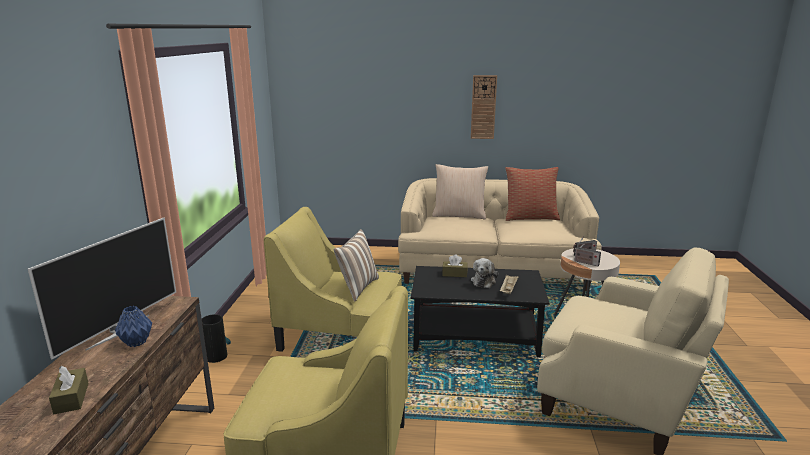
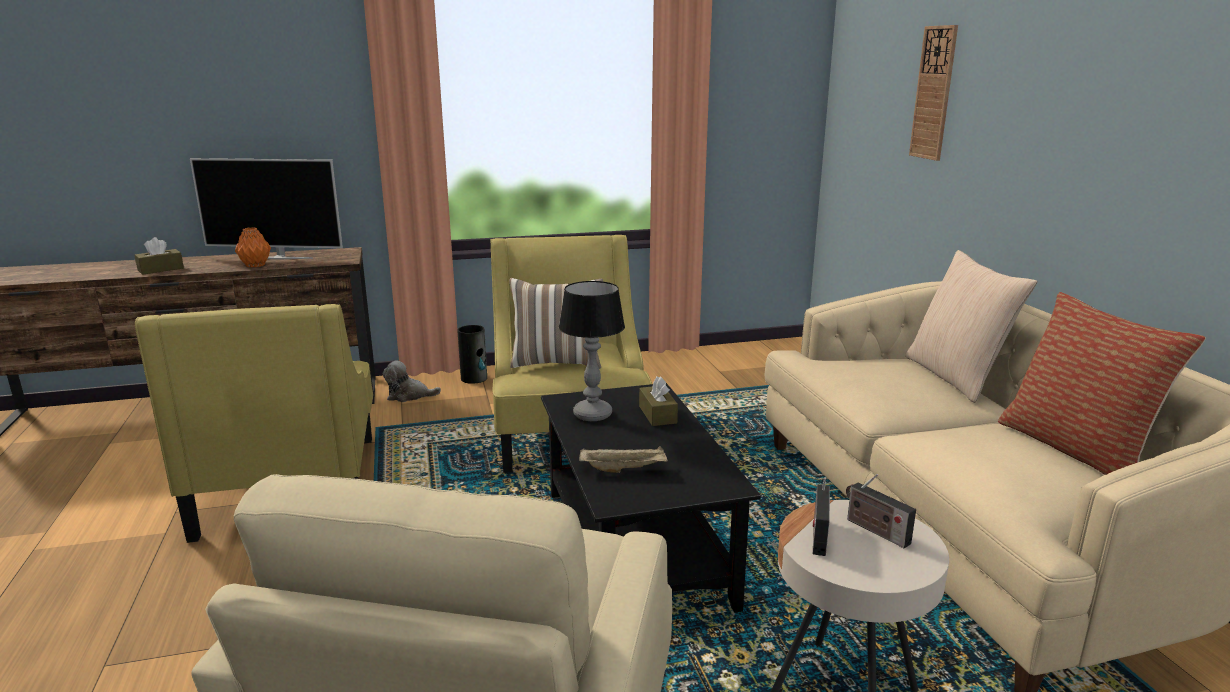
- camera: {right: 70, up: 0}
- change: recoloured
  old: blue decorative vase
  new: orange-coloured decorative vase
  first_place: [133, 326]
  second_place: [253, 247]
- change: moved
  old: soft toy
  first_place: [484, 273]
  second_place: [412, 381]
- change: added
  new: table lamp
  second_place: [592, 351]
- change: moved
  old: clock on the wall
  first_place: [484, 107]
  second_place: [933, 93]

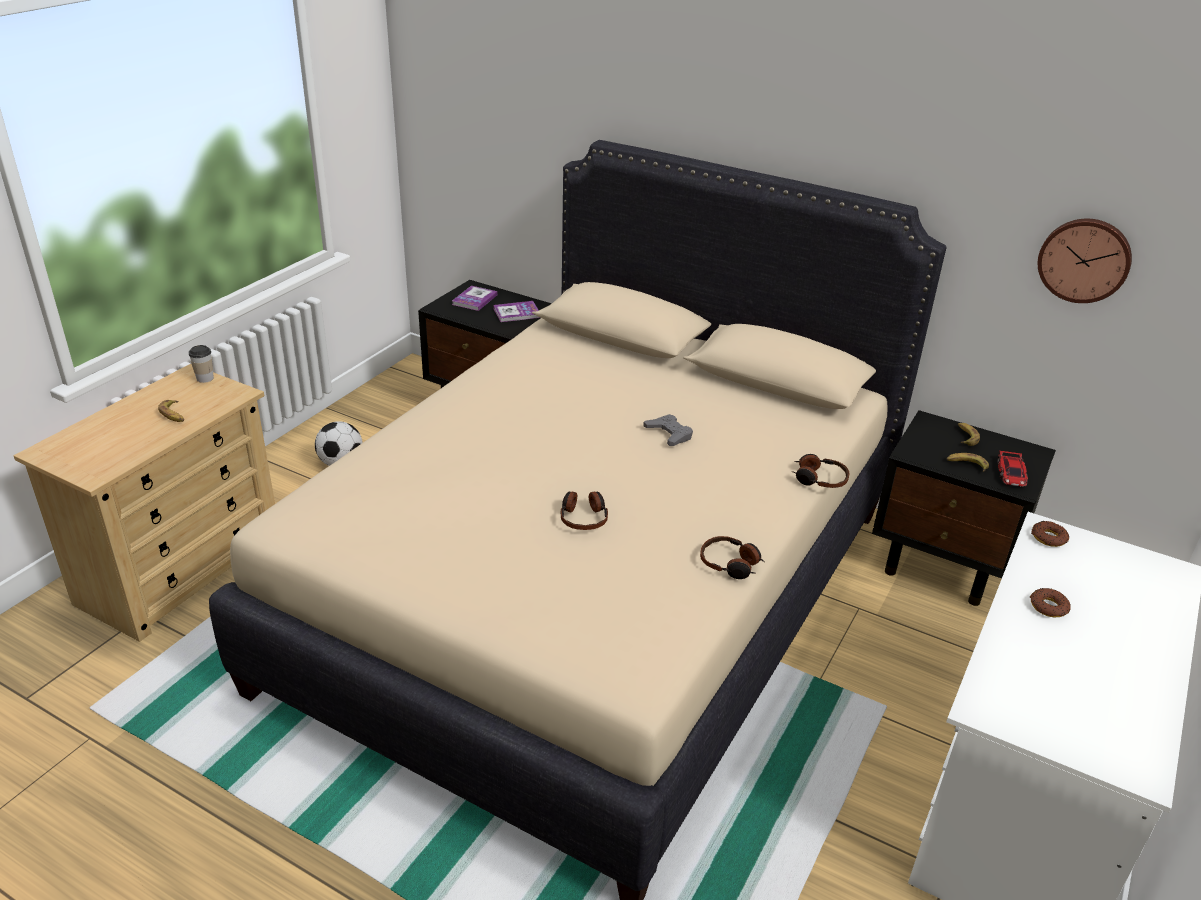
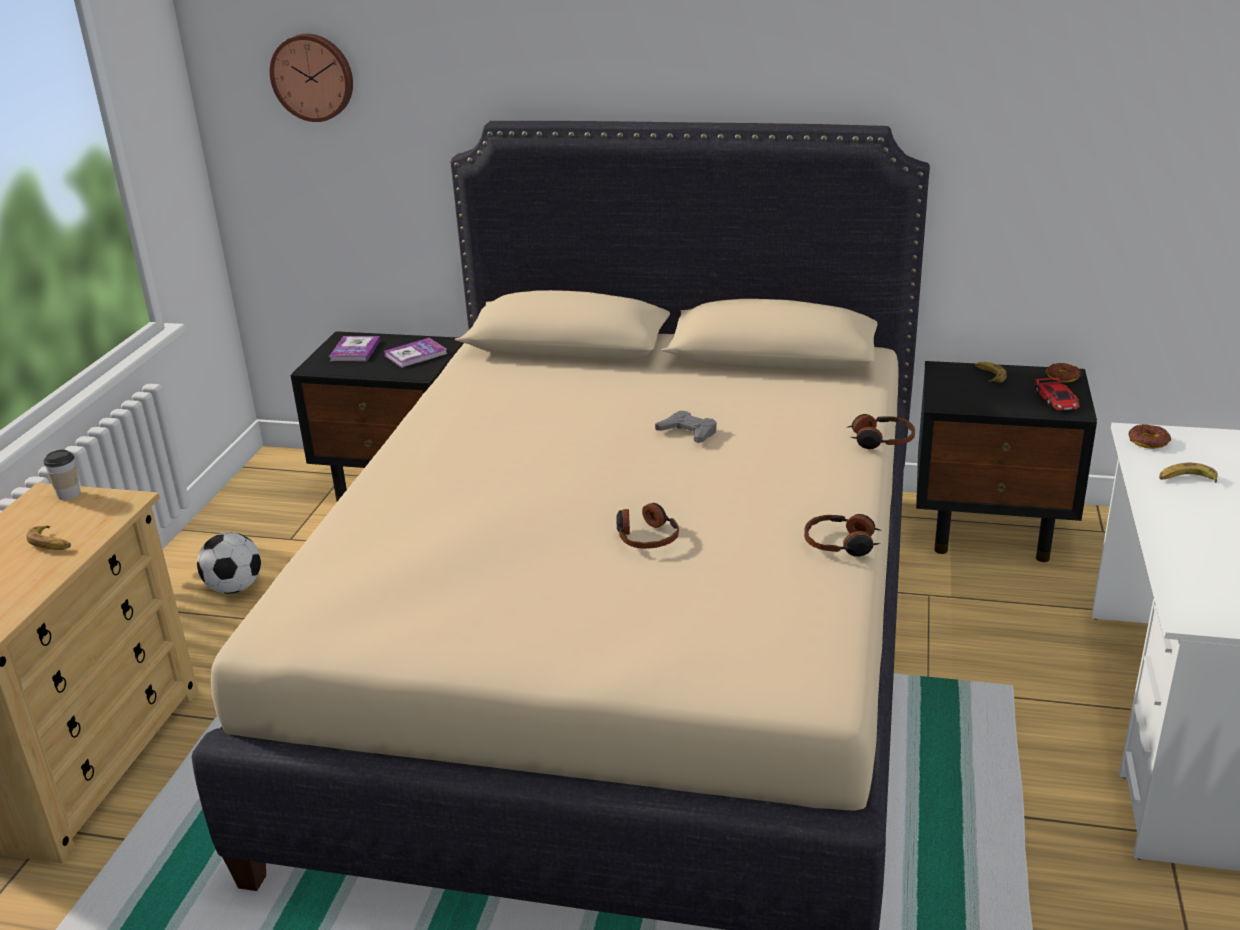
- camera: {right: -15, up: -5}
- change: moved
  old: clock on the wall
  first_place: [1085, 261]
  second_place: [311, 78]
- change: moved
  old: donut
  first_place: [1050, 603]
  second_place: [1063, 372]
- change: moved
  old: whole banana
  first_place: [968, 462]
  second_place: [1188, 473]

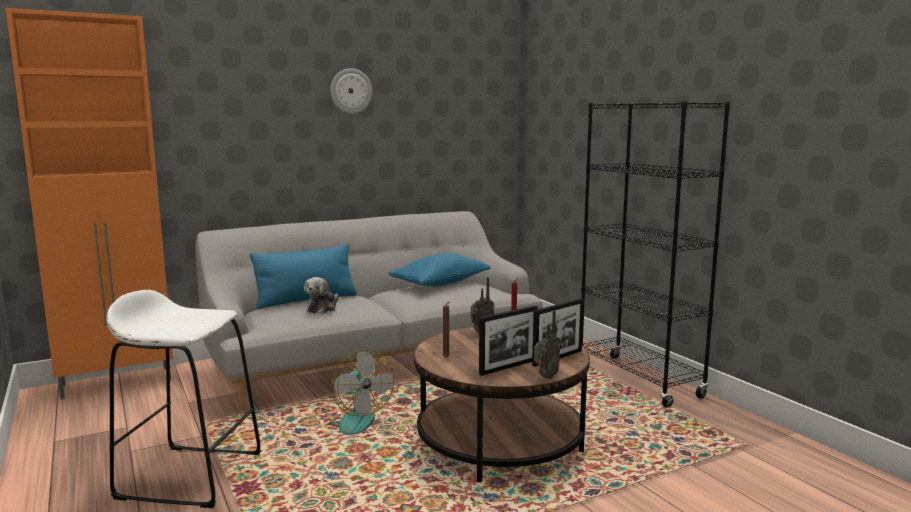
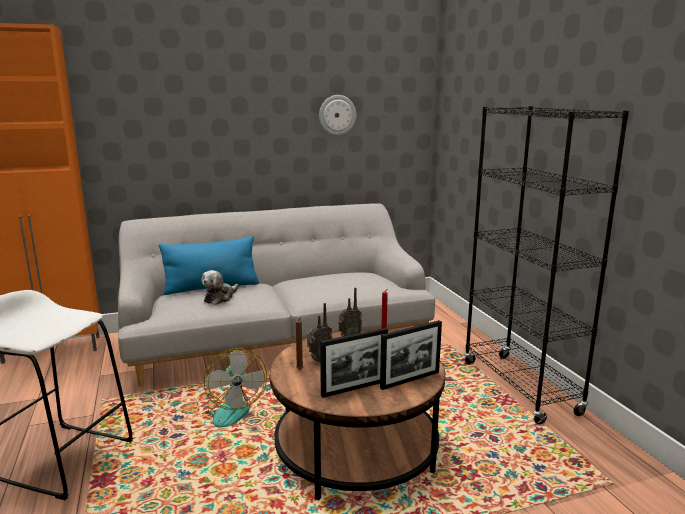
- camera: {right: 10, up: 5}
- change: moved
  old: radio set
  first_place: [547, 344]
  second_place: [319, 332]
- change: moved
  old: clock on the wall
  first_place: [351, 91]
  second_place: [337, 115]
- change: removed
  old: blue pillow
  first_place: [440, 270]

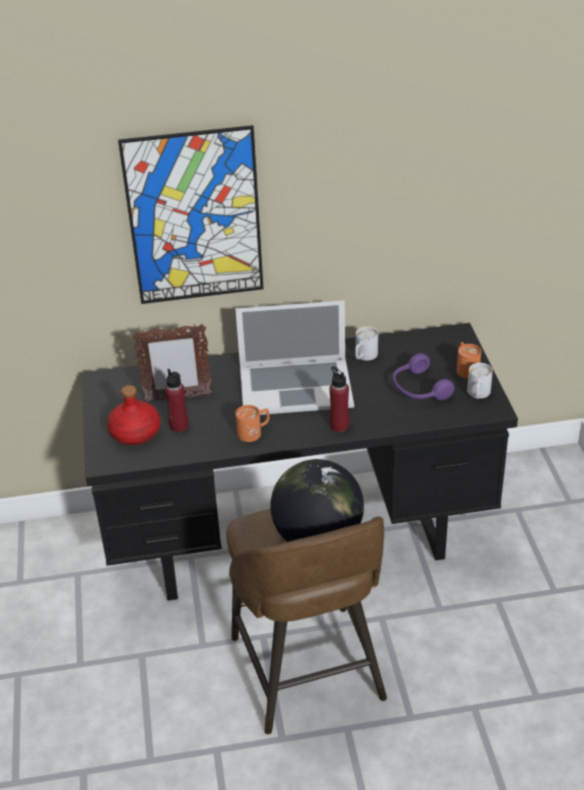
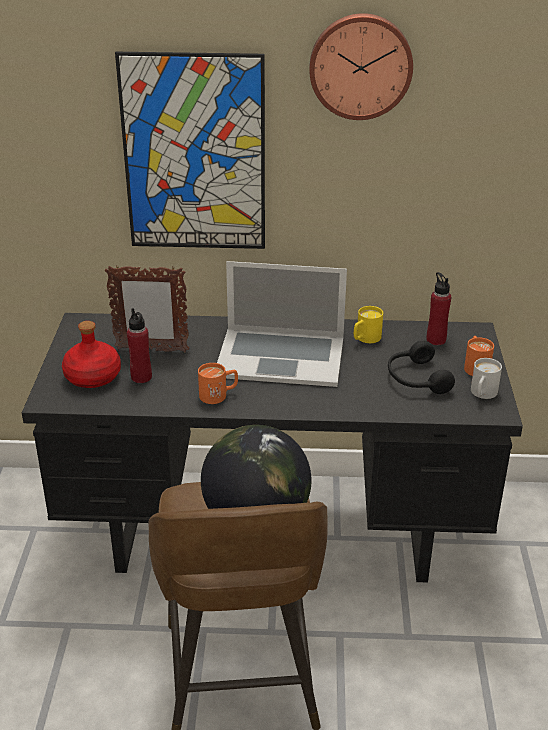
- camera: {right: 10, up: -5}
- change: added
  new: clock on the wall
  second_place: [361, 66]
- change: recoloured
  old: white-coloured tea mug
  new: yellow-coloured tea mug
  first_place: [366, 343]
  second_place: [368, 324]
- change: recoloured
  old: purplish headphones
  new: blackish headphones
  first_place: [423, 376]
  second_place: [421, 367]
- change: moved
  old: red-coloured drink bottle
  first_place: [339, 399]
  second_place: [439, 308]

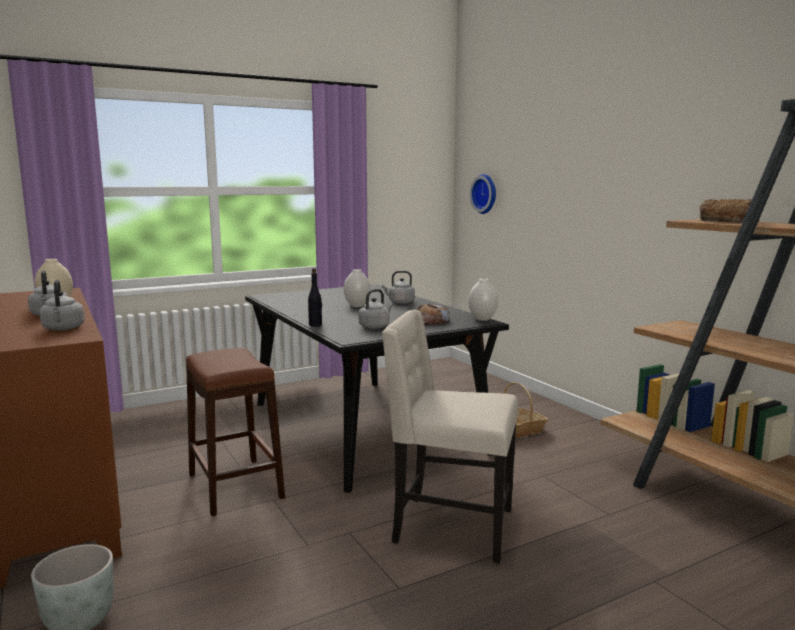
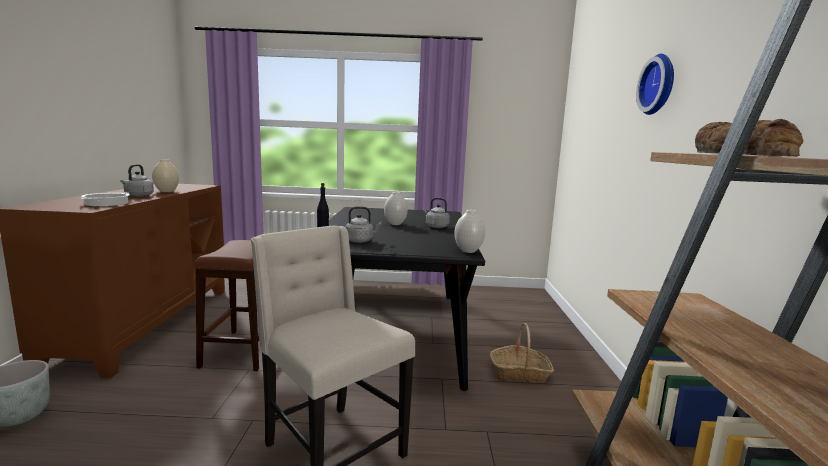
- camera: {right: 30, up: 0}
- change: replaced
  old: grey water kettle
  new: cooking pot
  first_place: [62, 305]
  second_place: [105, 199]
- change: moved
  old: clock on the wall
  first_place: [483, 194]
  second_place: [655, 84]
- change: removed
  old: bread
  first_place: [433, 314]

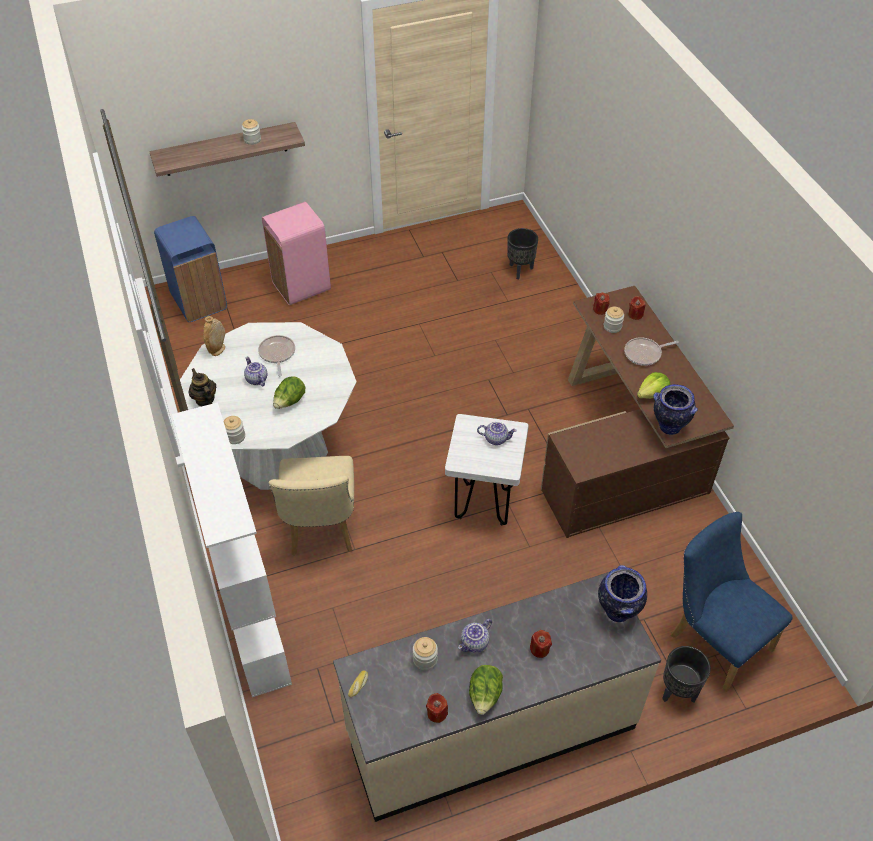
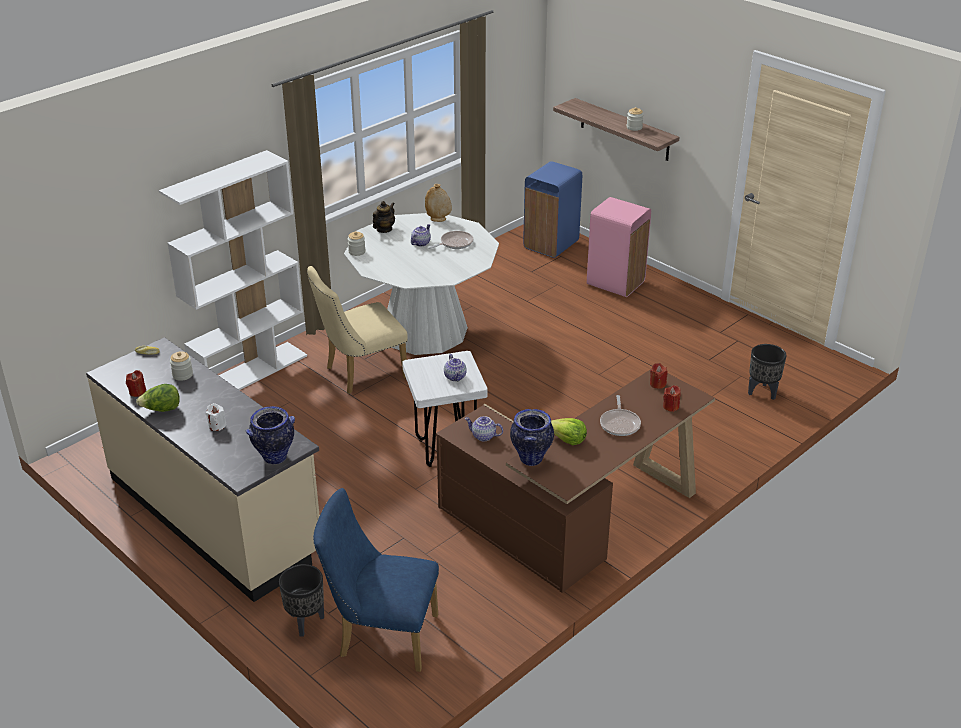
- camera: {right: 65, up: -15}
- change: recoloured
  old: red-coloured wax candle
  new: white-coloured wax candle
  first_place: [541, 644]
  second_place: [216, 417]
- change: turned
  old: blue chair
  first_place: [732, 602]
  second_place: [376, 580]
  degrees: -105
- change: moved
  old: pot for tea
  first_place: [475, 636]
  second_place: [484, 428]
- change: turned
  old: skillet
  first_place: [651, 351]
  second_place: [620, 415]
  degrees: -135
- change: removed
  old: head of lettuce
  first_place: [289, 392]
- change: removed
  old: preserve jar
  first_place: [614, 320]

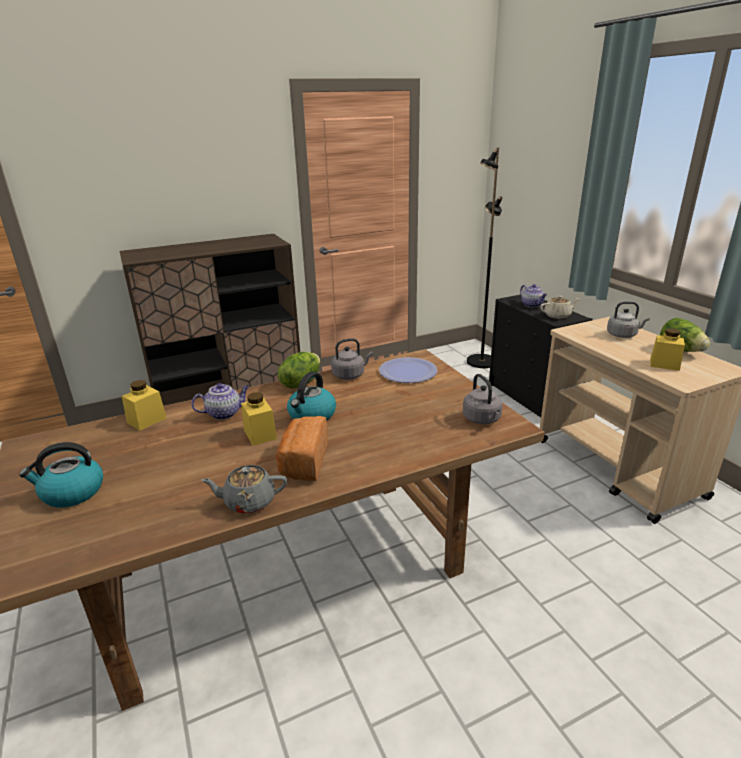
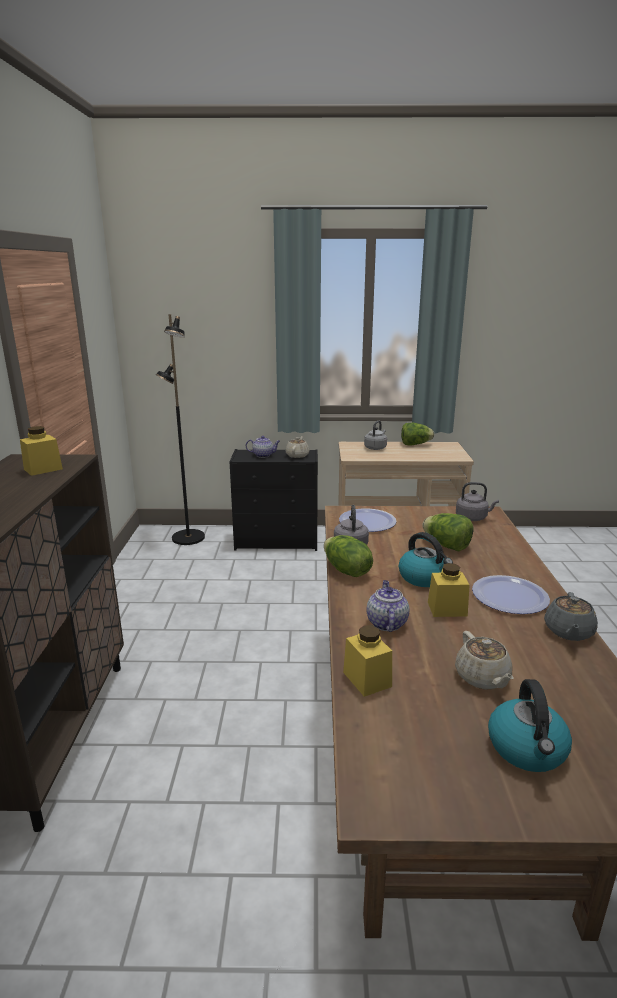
- camera: {right: -65, up: -5}
- change: moved
  old: yellow-coloured preserve jar
  first_place: [667, 350]
  second_place: [41, 451]
- change: added
  new: head of lettuce
  second_place: [447, 532]
- change: added
  new: sand-coloured pot for tea
  second_place: [484, 660]
- change: replaced
  old: bread
  new: dinner plate
  first_place: [302, 448]
  second_place: [511, 594]

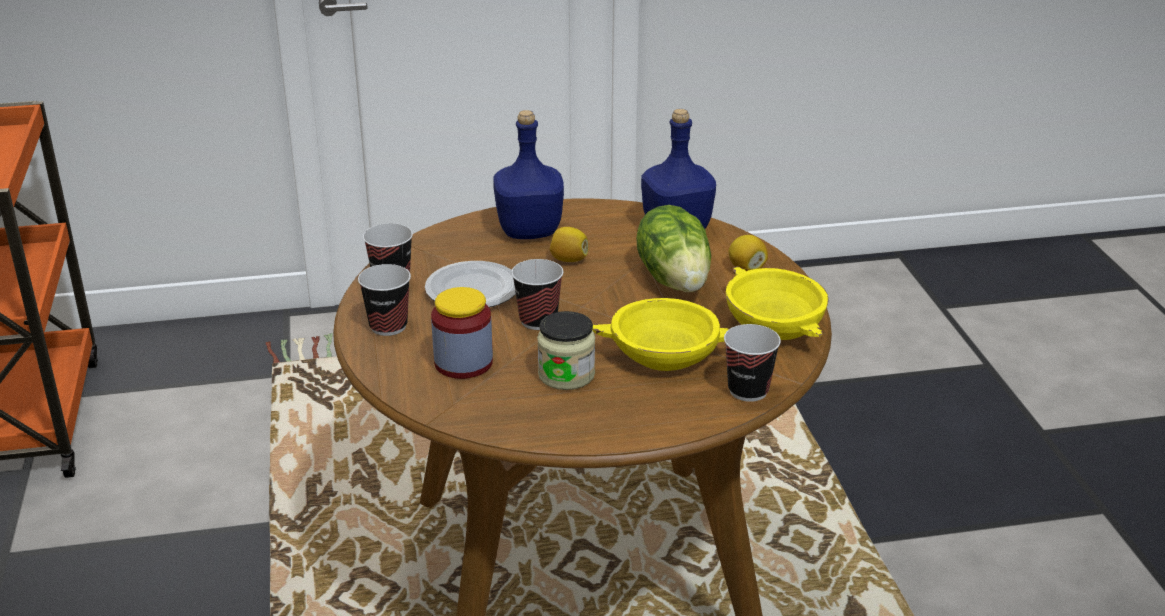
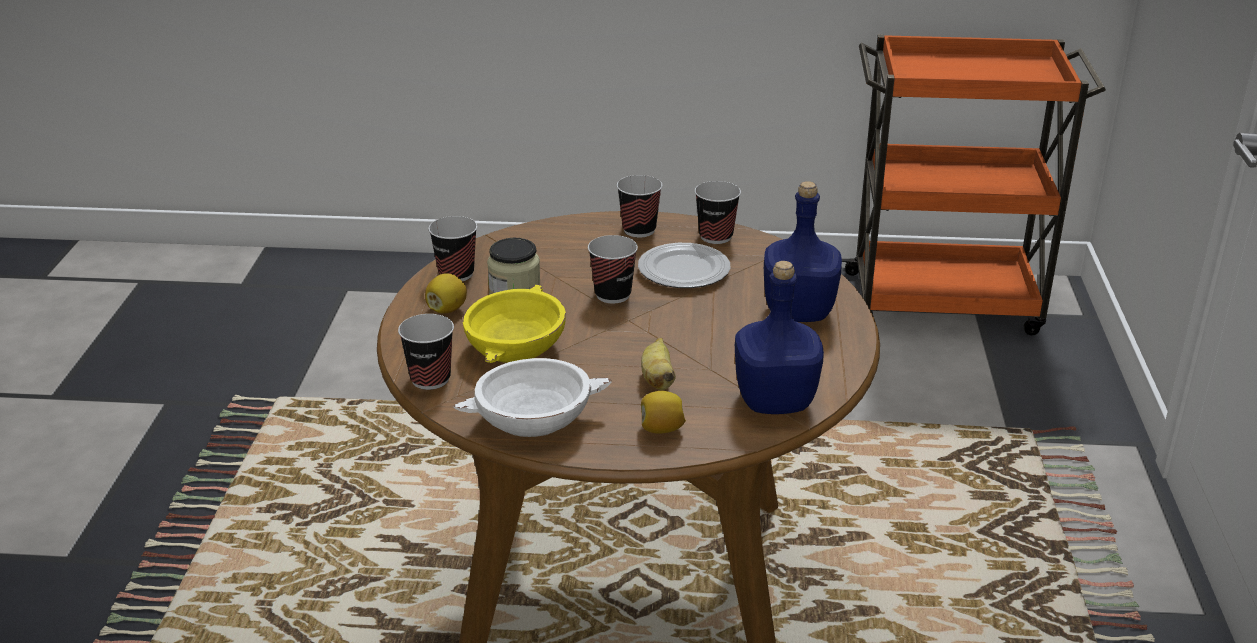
- camera: {right: 105, up: 0}
- change: moved
  old: lemon
  first_place: [569, 244]
  second_place: [446, 293]
- change: added
  new: drinking cup
  second_place: [452, 249]
- change: recoloured
  old: yellow-coloured deep dish
  new: white-coloured deep dish
  first_place: [777, 303]
  second_place: [532, 397]
- change: replaced
  old: head of lettuce
  new: whole banana
  first_place: [673, 248]
  second_place: [658, 363]
- change: removed
  old: preserve jar
  first_place: [462, 333]

